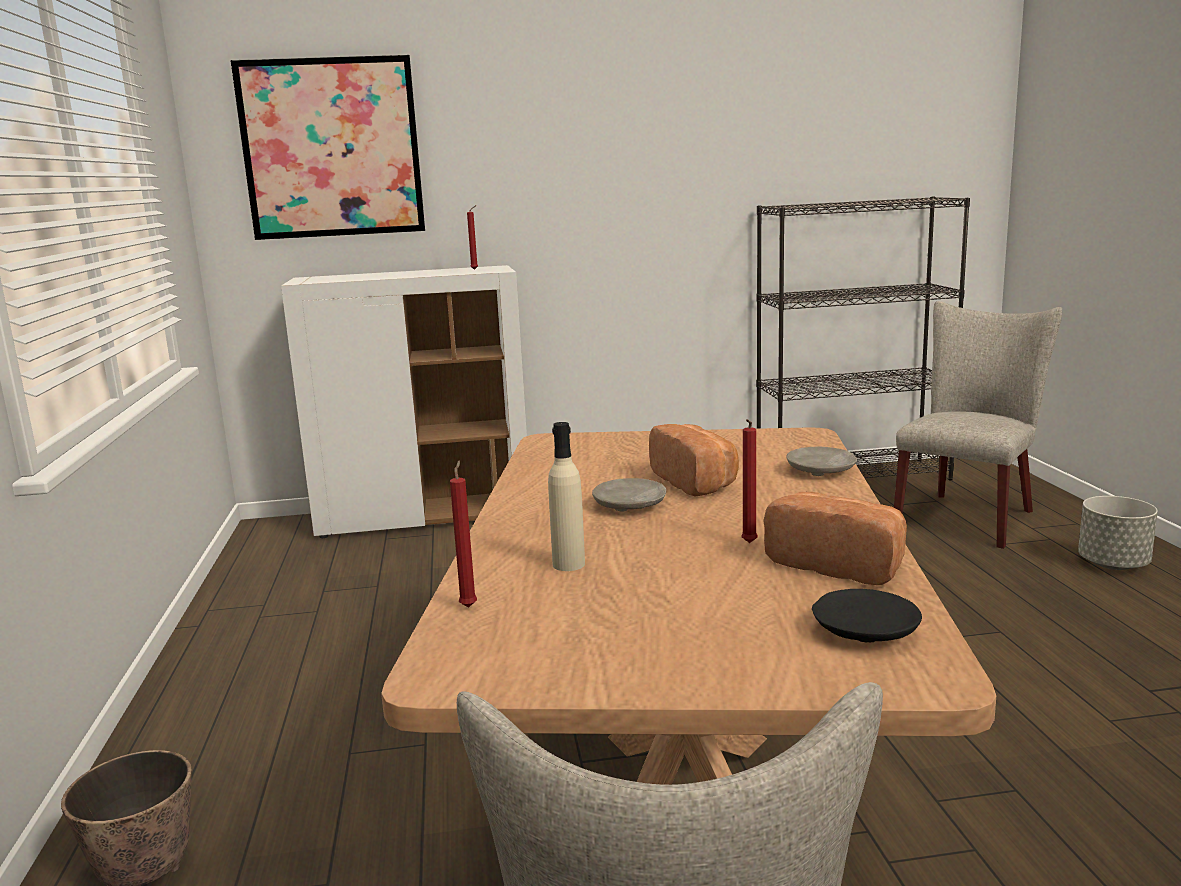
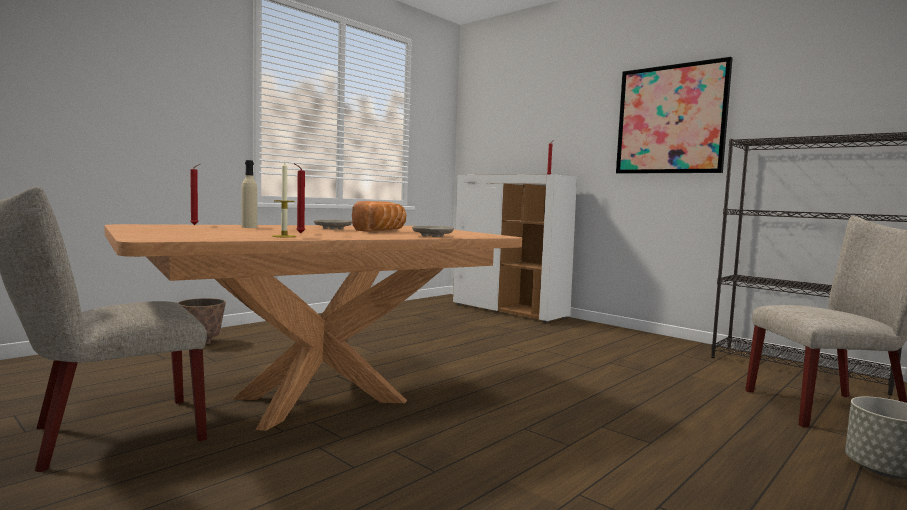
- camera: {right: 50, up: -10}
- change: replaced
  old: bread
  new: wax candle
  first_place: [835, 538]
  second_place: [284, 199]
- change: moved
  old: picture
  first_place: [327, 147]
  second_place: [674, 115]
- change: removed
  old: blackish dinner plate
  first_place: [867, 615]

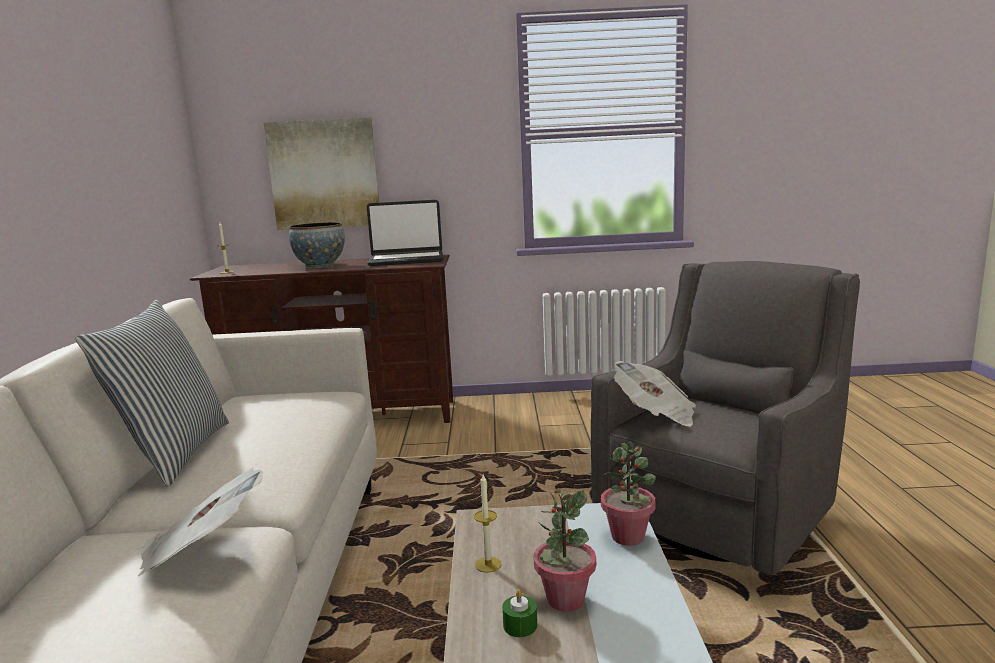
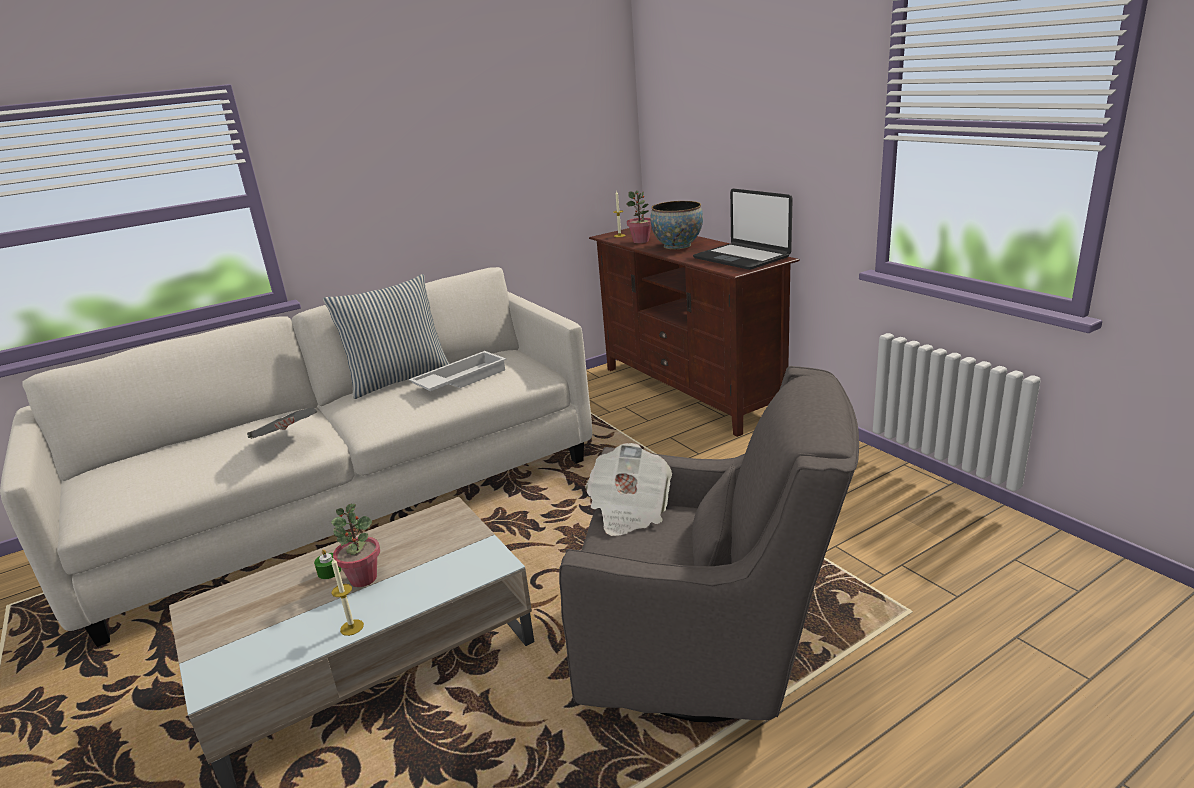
- camera: {right: 60, up: 10}
- change: moved
  old: wax candle
  first_place: [488, 523]
  second_place: [347, 597]
- change: added
  new: white-coloured carrying tray
  second_place: [457, 371]
- change: moved
  old: houseplant
  first_place: [628, 493]
  second_place: [639, 216]
- change: removed
  old: picture
  first_place: [321, 173]

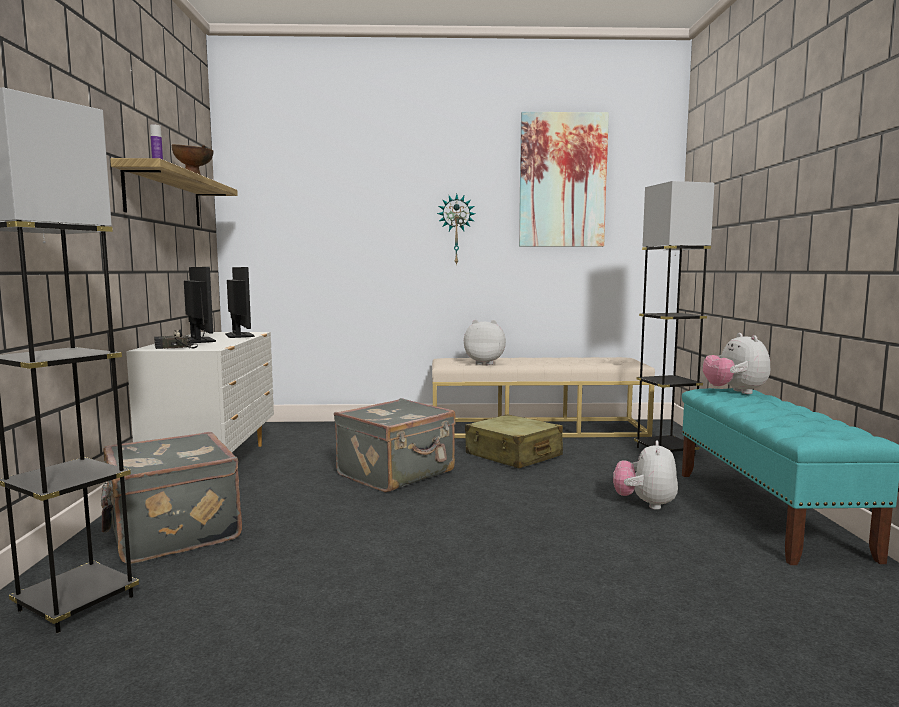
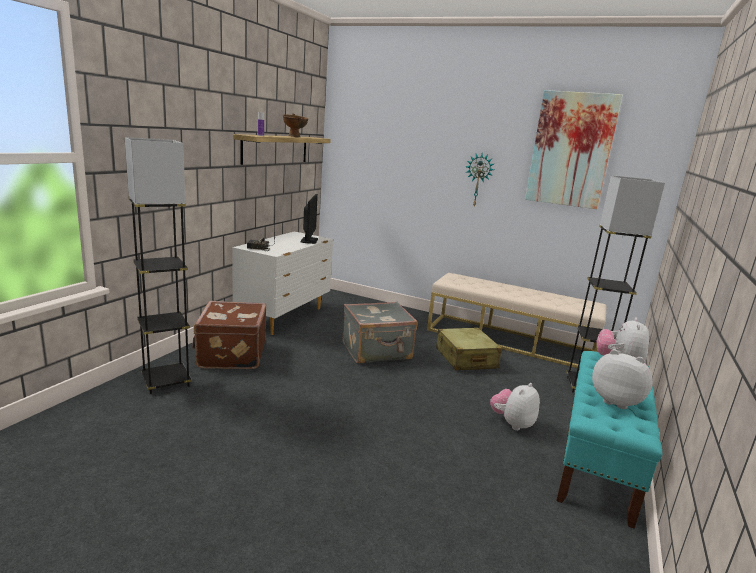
- camera: {right: 25, up: 10}
- change: recoloured
  old: grey suitcase
  new: brownish suitcase
  first_place: [171, 498]
  second_place: [229, 335]
- change: moved
  old: soft toy
  first_place: [485, 342]
  second_place: [622, 379]
- change: removed
  old: computer screen
  first_place: [200, 305]

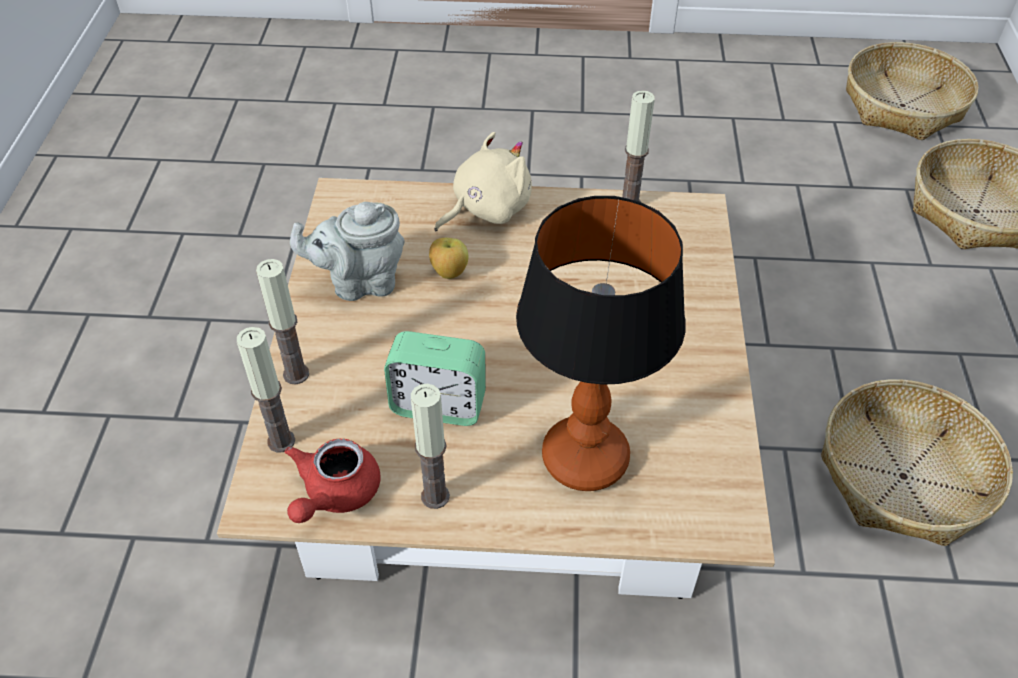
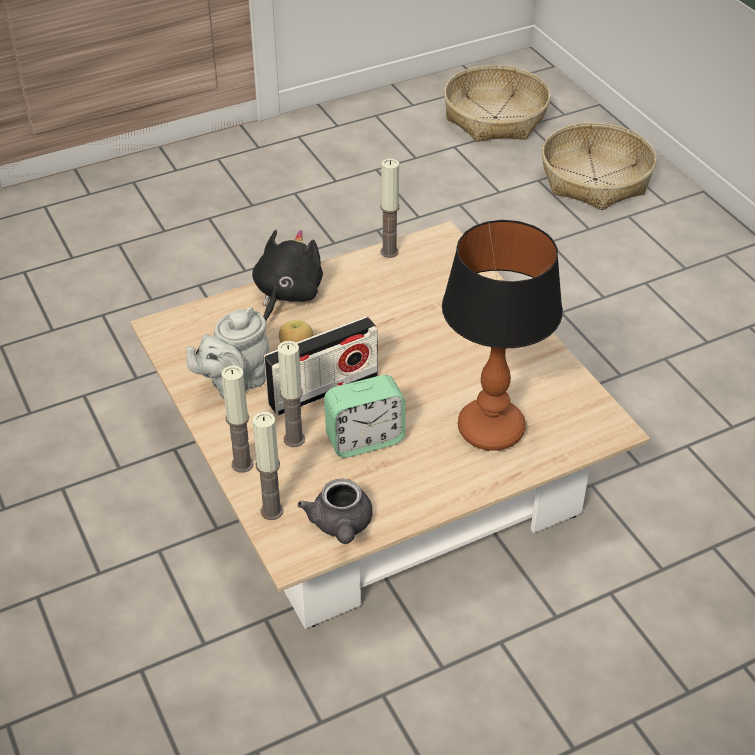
- camera: {right: -30, up: -5}
- change: recoloured
  old: sand-coloured soft toy
  new: blackish soft toy
  first_place: [483, 181]
  second_place: [287, 275]
- change: added
  new: radio set
  second_place: [321, 366]
- change: moved
  old: wax candle
  first_place: [430, 446]
  second_place: [291, 394]
- change: recoloured
  old: red-coloured pot for tea
  new: grey pot for tea
  first_place: [333, 481]
  second_place: [335, 511]
- change: removed
  old: household basket
  first_place: [917, 462]

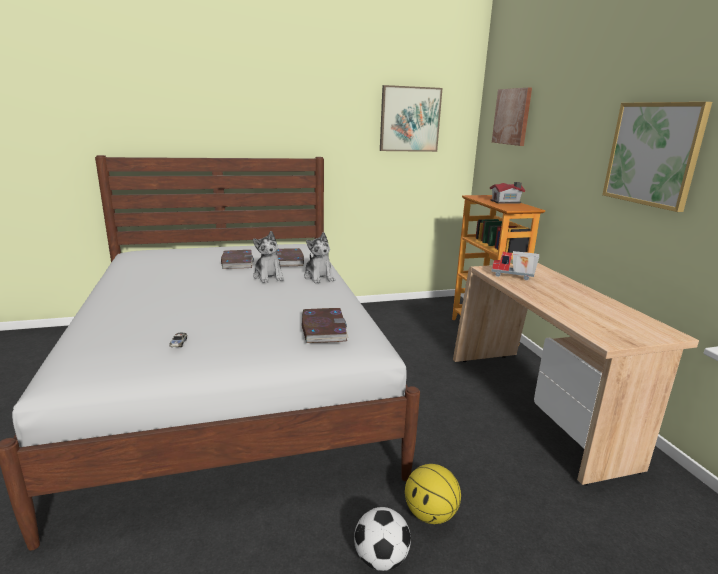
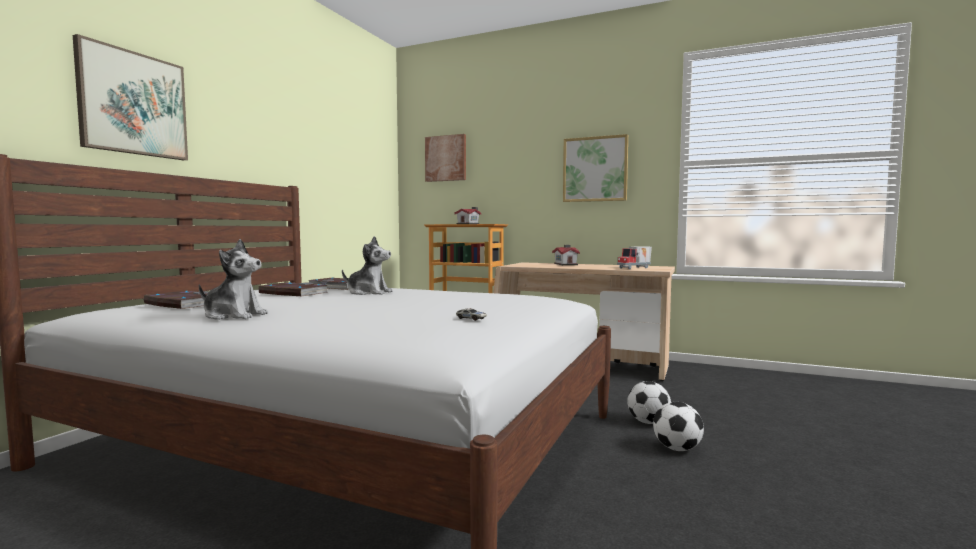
- camera: {right: -50, up: -15}
- change: moved
  old: picture
  first_place: [411, 118]
  second_place: [130, 97]
- change: moved
  old: bound book
  first_place: [325, 325]
  second_place: [175, 300]
- change: moved
  old: soft toy
  first_place: [319, 257]
  second_place: [233, 279]
- change: added
  new: toy house
  second_place: [566, 255]
- change: moved
  old: toy lorry
  first_place: [515, 265]
  second_place: [634, 257]
- change: replaced
  old: basketball ball
  new: football
  first_place: [433, 494]
  second_place: [649, 402]

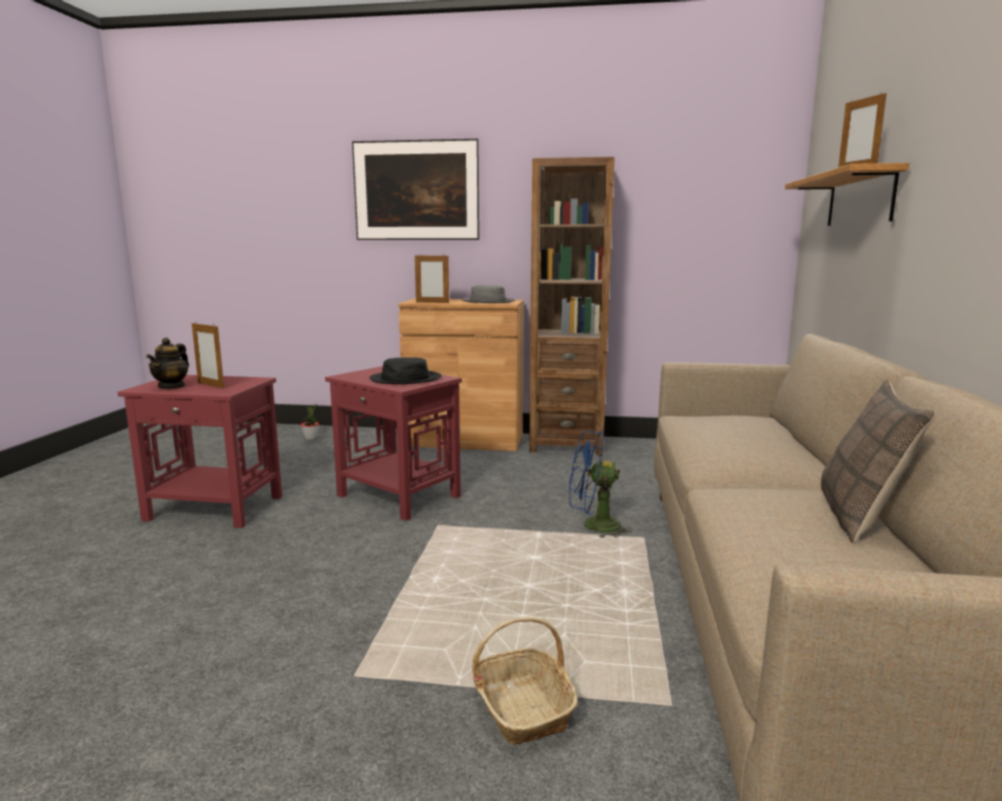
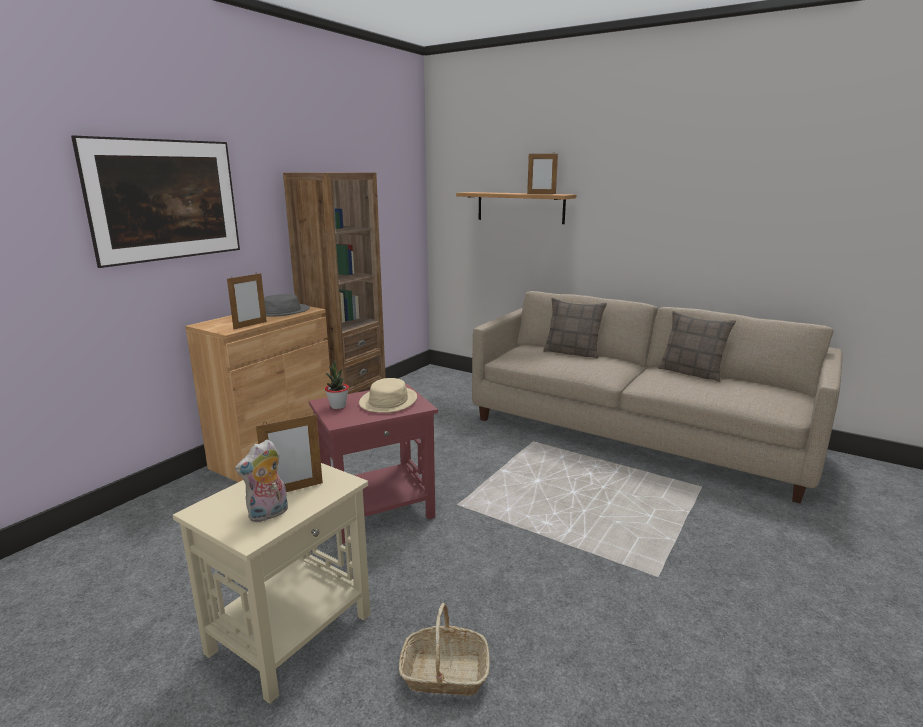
- camera: {right: -65, up: 5}
- change: recoloured
  old: red-coloured side table
  new: sand-coloured side table
  first_place: [200, 451]
  second_place: [271, 583]
- change: replaced
  old: pot for tea
  new: soft toy
  first_place: [167, 363]
  second_place: [261, 480]
- change: moved
  old: houseplant
  first_place: [310, 422]
  second_place: [337, 384]
- change: recoloured
  old: blackish hat
  new: sand-coloured hat
  first_place: [405, 370]
  second_place: [388, 395]
- change: moved
  old: household basket
  first_place: [525, 681]
  second_place: [444, 649]
- change: added
  new: pillow
  second_place: [575, 328]
- change: removed
  old: blue cooling fan
  first_place: [601, 484]

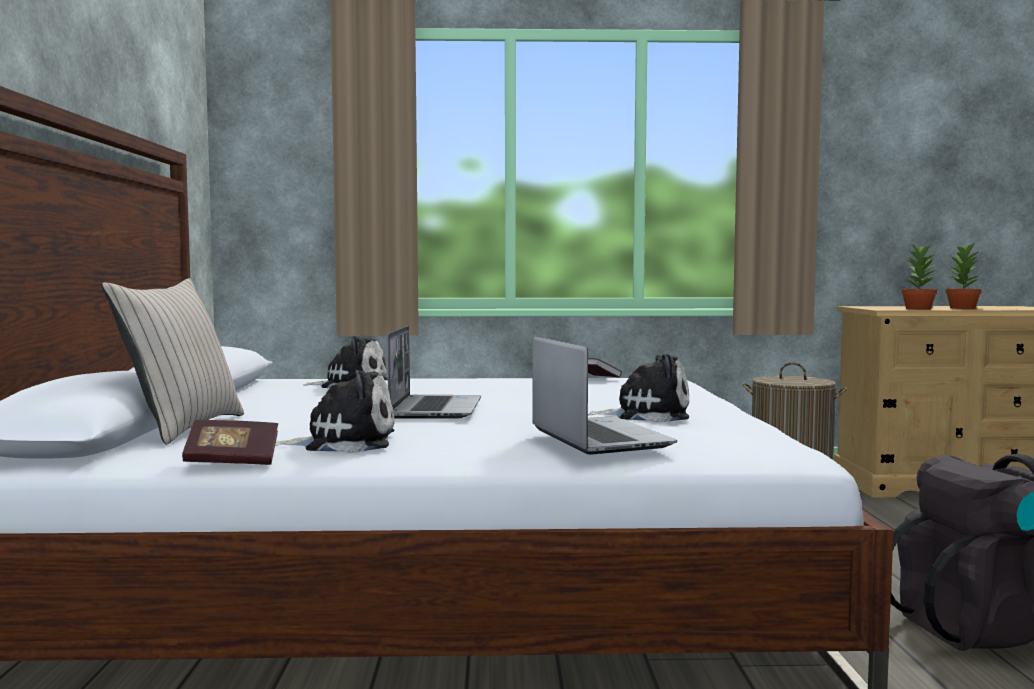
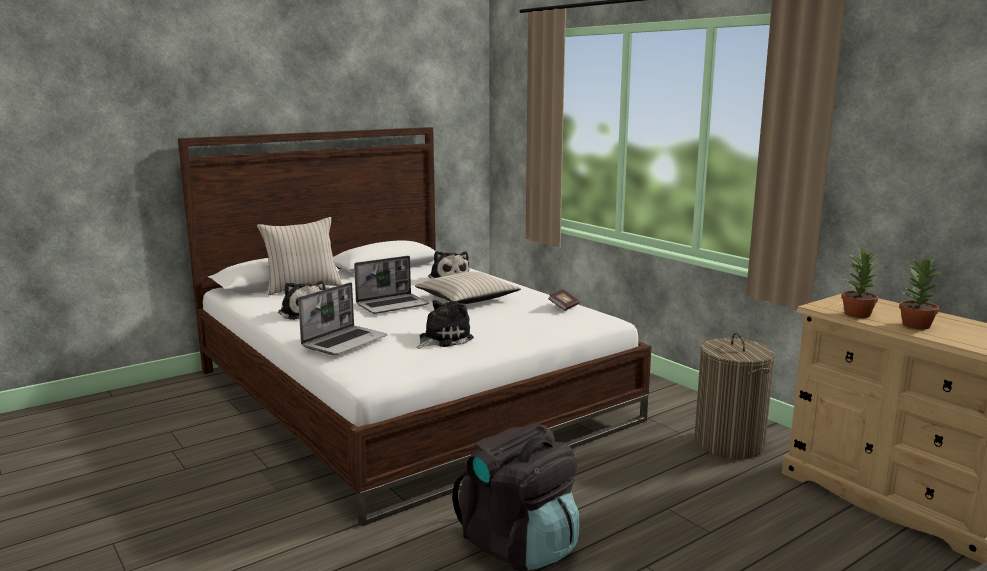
- camera: {right: 55, up: 10}
- change: added
  new: sand-coloured pillow
  second_place: [468, 287]
- change: turned
  old: soft toy
  first_place: [638, 388]
  second_place: [445, 324]
  degrees: -105
- change: removed
  old: bound book
  first_place: [230, 442]

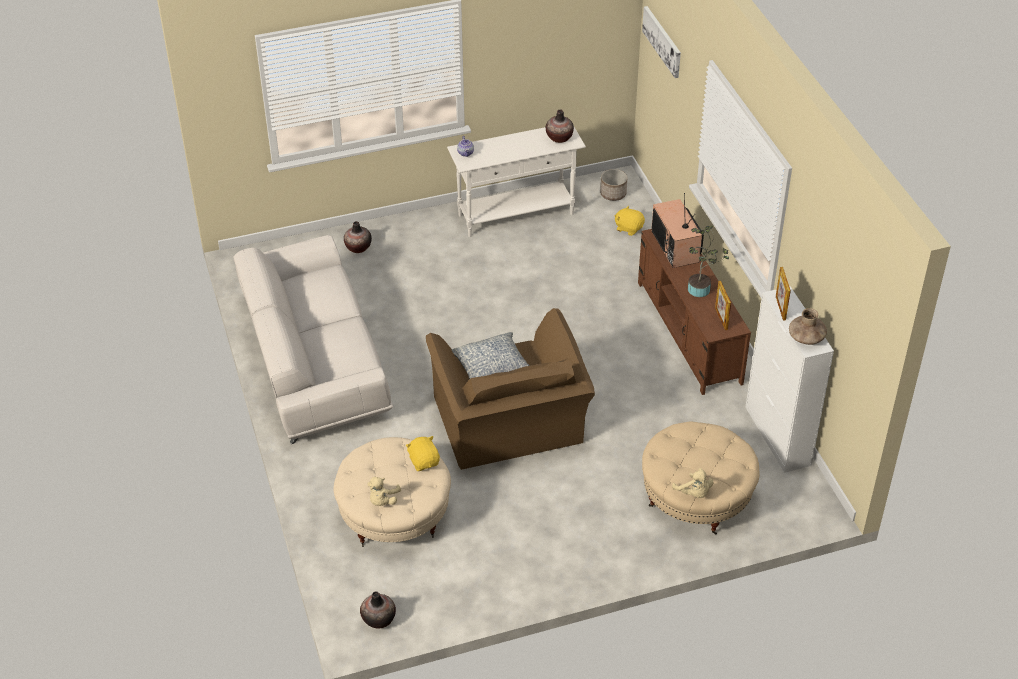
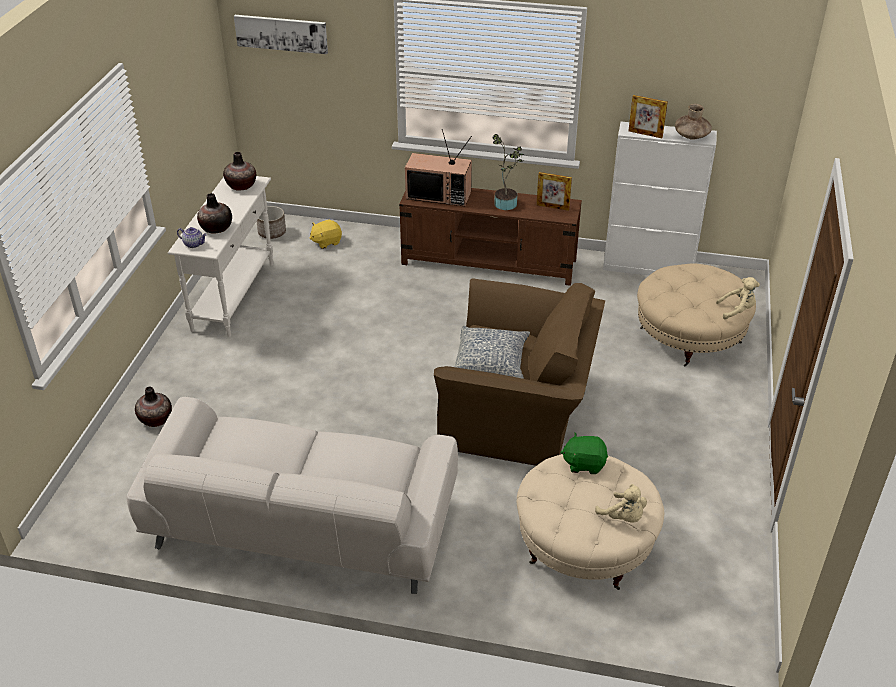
- camera: {right: -60, up: -5}
- change: moved
  old: decorative vase
  first_place: [378, 610]
  second_place: [214, 213]
- change: recoloured
  old: yellow-coloured soft toy
  new: greenish soft toy
  first_place: [422, 453]
  second_place: [584, 453]

